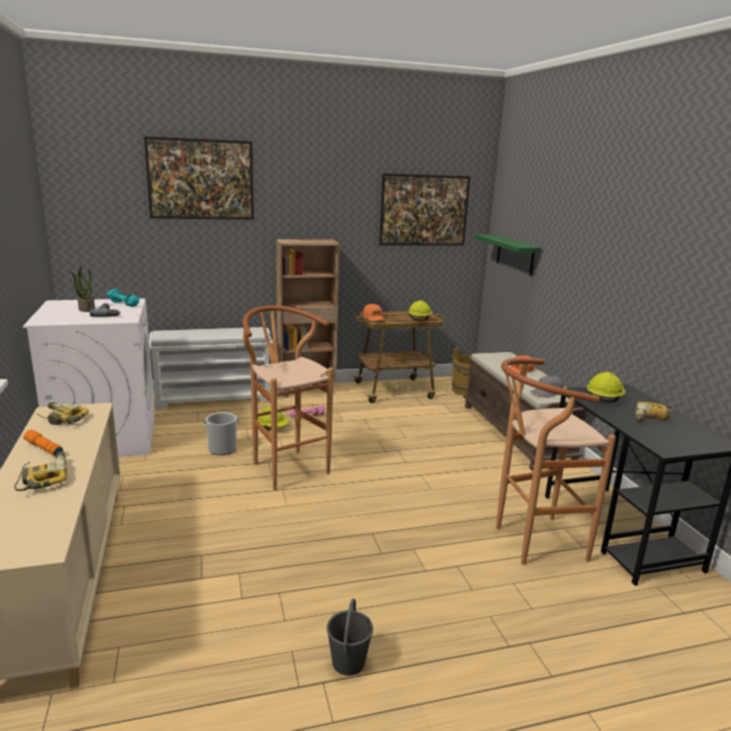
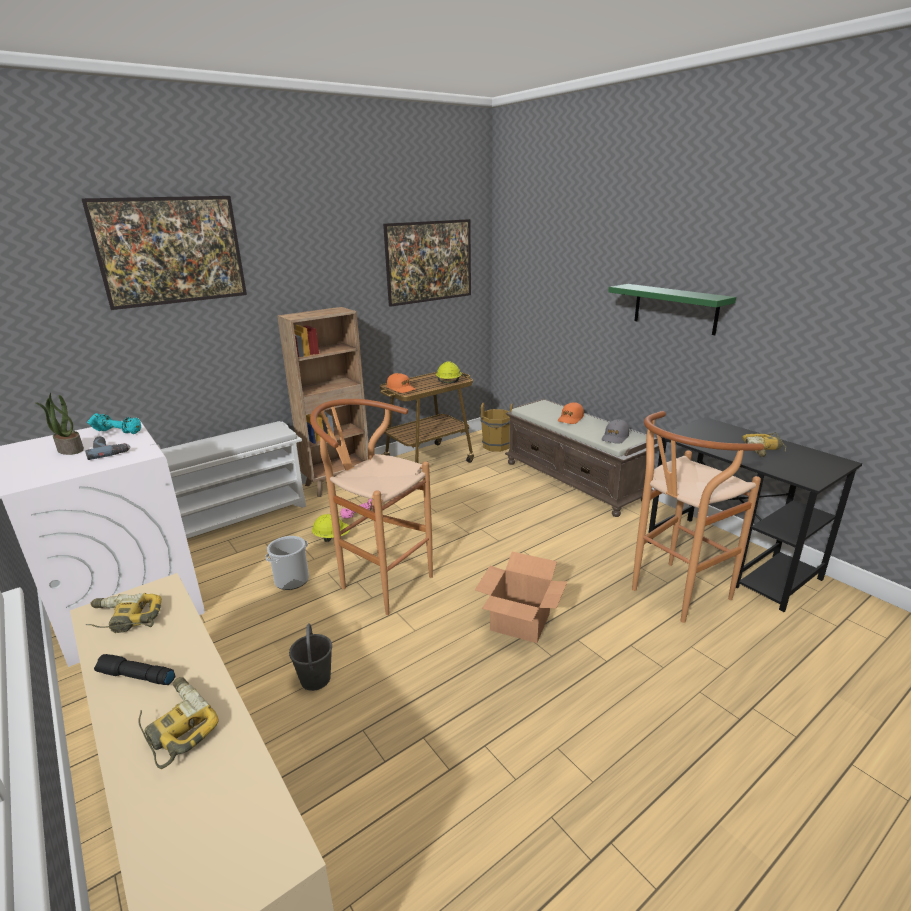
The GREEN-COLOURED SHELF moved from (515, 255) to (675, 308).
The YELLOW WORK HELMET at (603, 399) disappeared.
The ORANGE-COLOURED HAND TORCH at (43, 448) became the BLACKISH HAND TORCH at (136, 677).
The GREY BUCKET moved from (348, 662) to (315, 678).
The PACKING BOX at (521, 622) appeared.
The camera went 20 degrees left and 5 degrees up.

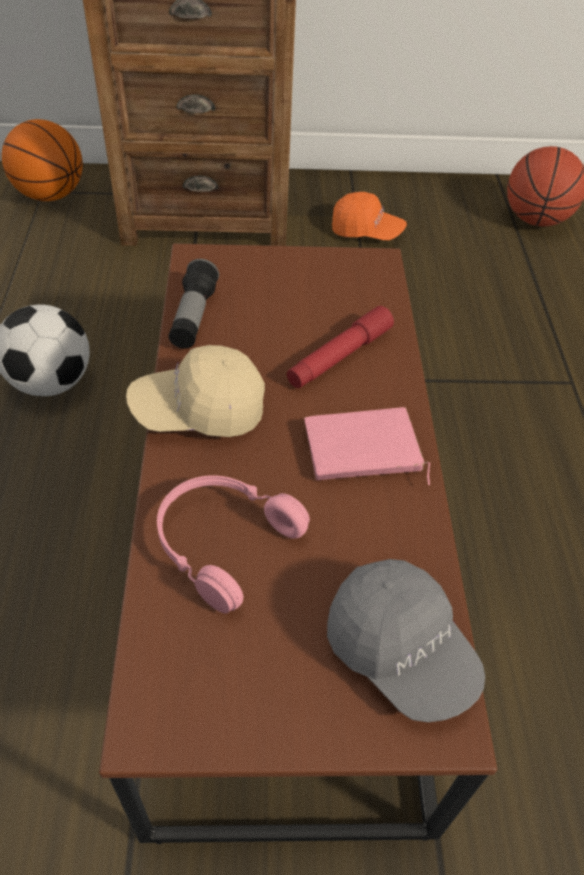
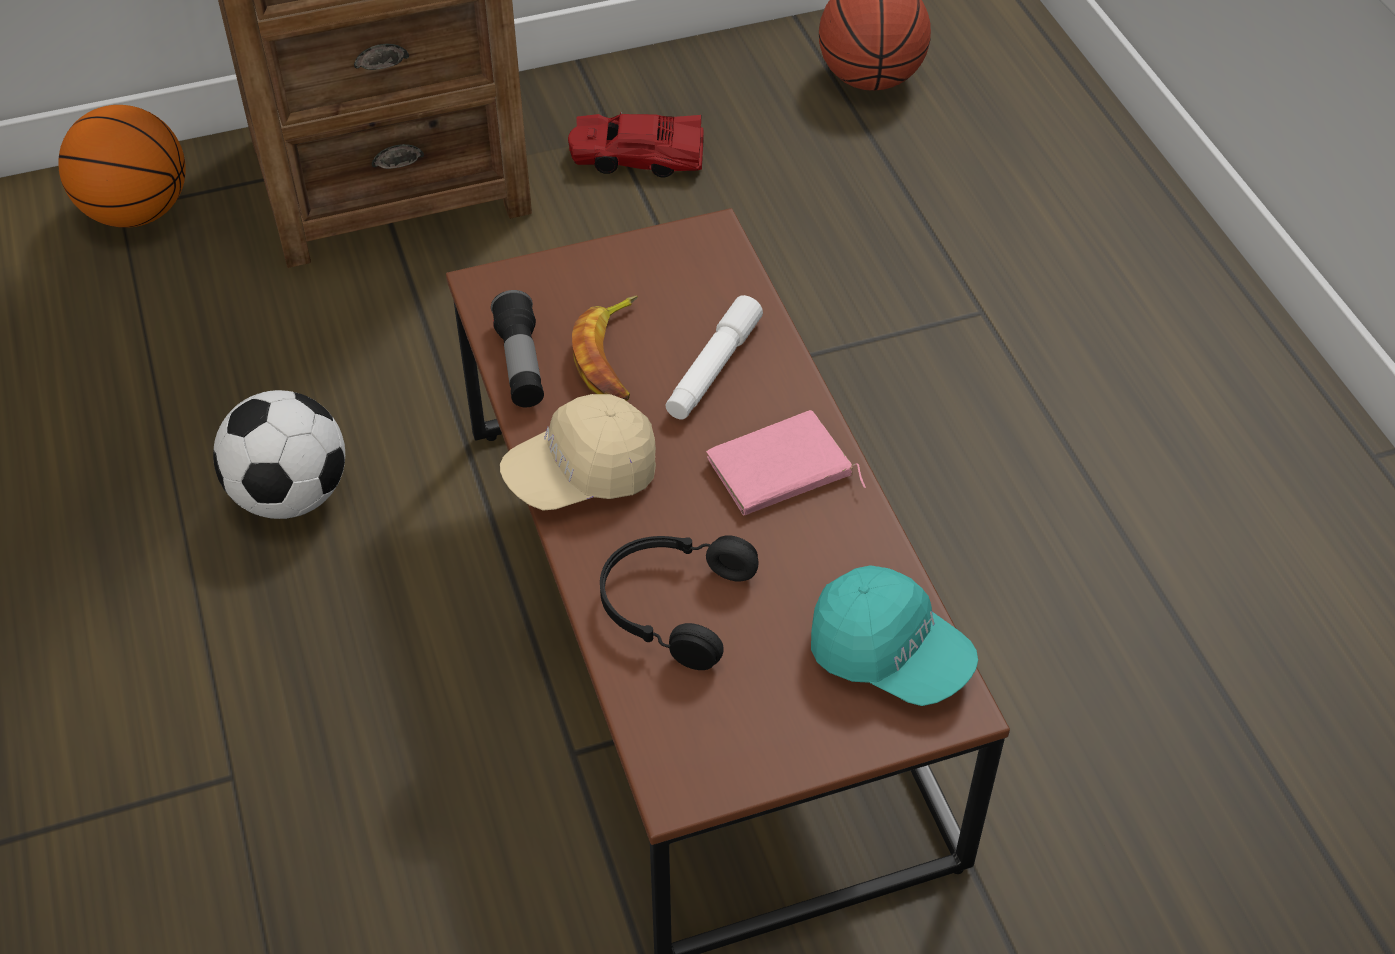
The ORANGE-COLOURED BASEBALL CAP at (366, 231) was replaced by the RED-COLOURED MINIATURE CAR at (637, 156).
The RED-COLOURED HAND TORCH at (339, 356) became the WHITISH HAND TORCH at (713, 368).
The PINKISH HEADPHONES at (222, 542) became the BLACKISH HEADPHONES at (672, 606).
The GREY BASEBALL CAP at (400, 650) became the BLUE-GREEN BASEBALL CAP at (890, 655).
The BANANA at (612, 357) appeared.
The camera went 15 degrees left and 0 degrees up.

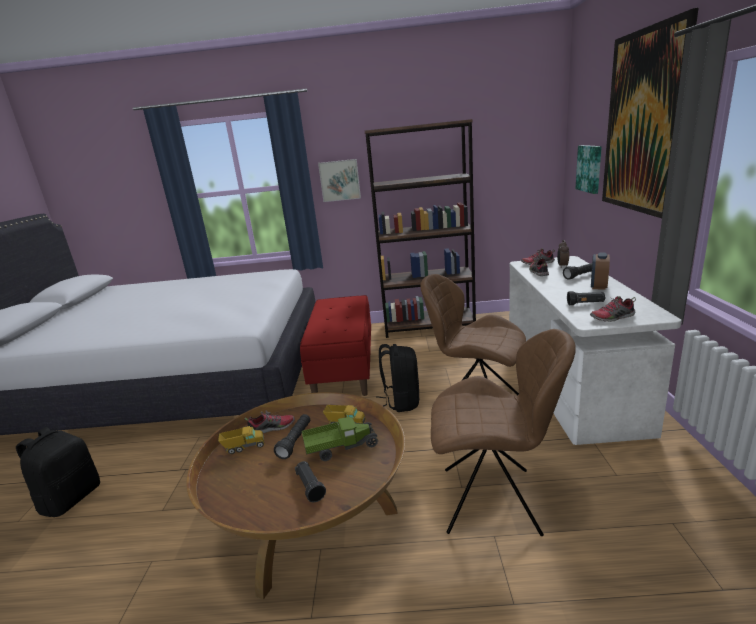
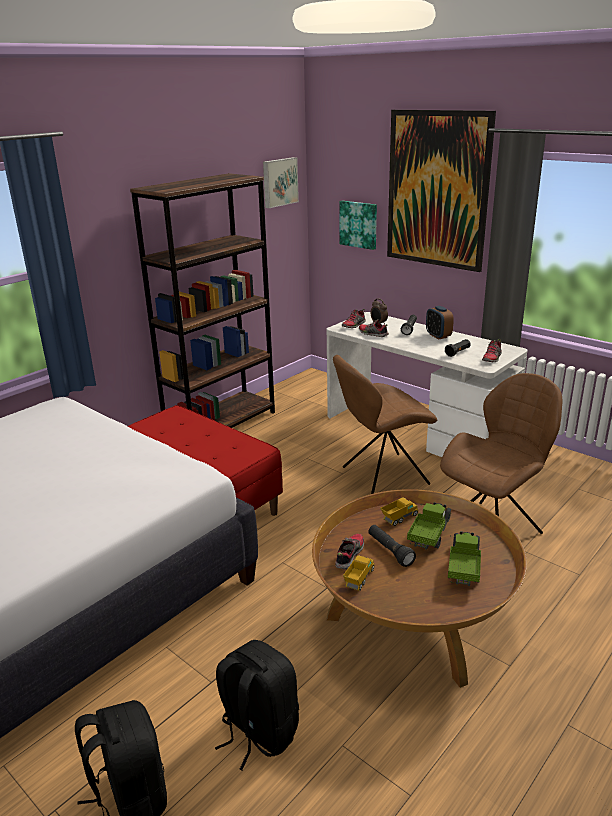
The WALL ART moved from (340, 180) to (279, 182).
The BLACKISH BACKPACK moved from (401, 401) to (258, 731).
The BLACKISH HAND TORCH at (310, 487) was replaced by the TOY TRUCK at (463, 567).
The camera went 50 degrees left and 5 degrees up.

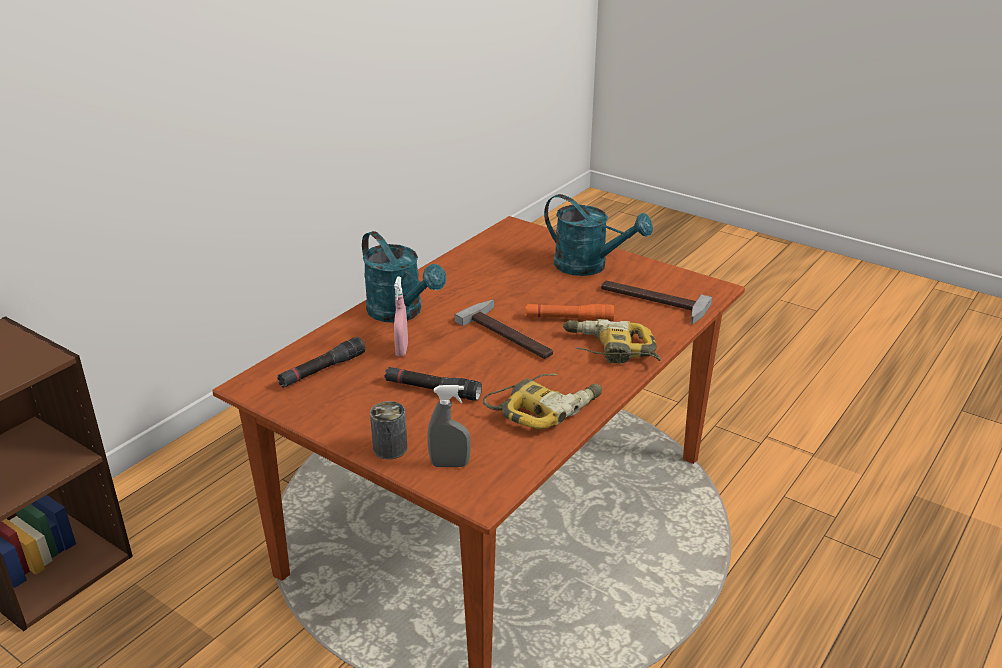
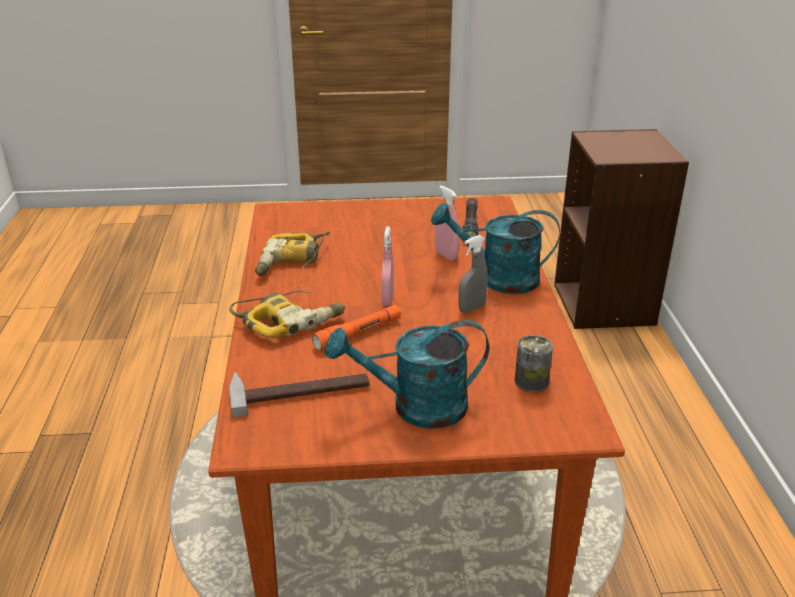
The TOOL HAMMER at (511, 334) was replaced by the PINKISH HAND SPRAYER at (387, 299).
The BLACKISH HAND TORCH at (432, 390) disappeared.
The GREY HAND SPRAYER moved from (449, 464) to (471, 308).
The SEALED CAN moved from (390, 448) to (531, 381).
The camera went 140 degrees right and 0 degrees up.

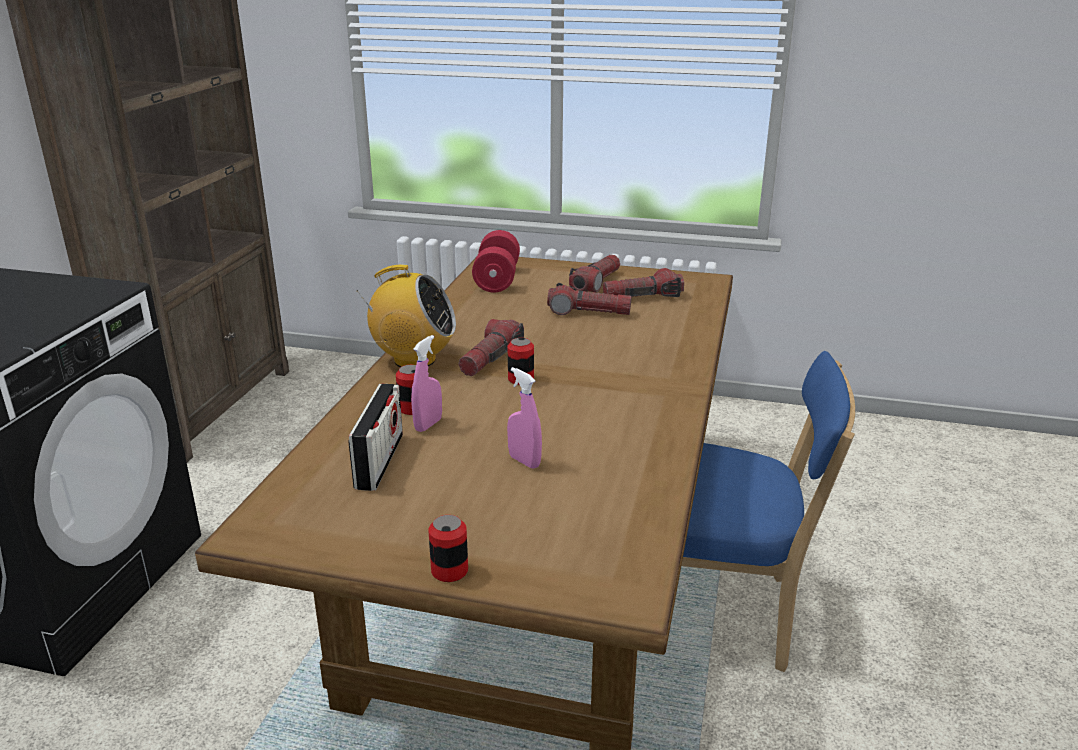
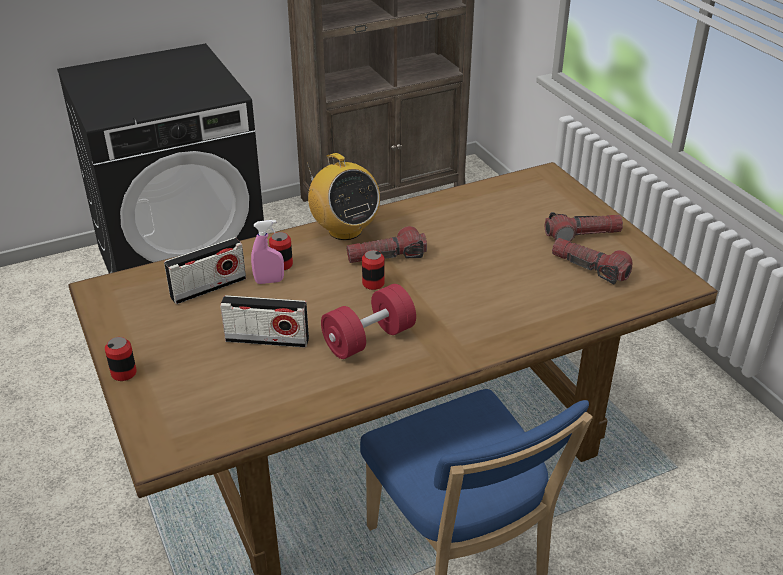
The RED-COLOURED DUMBBELL moved from (497, 279) to (369, 339).
The HAND TORCH at (589, 312) disappeared.
The PINKISH HAND SPRAYER at (524, 461) was replaced by the RADIO at (267, 339).
The camera went 50 degrees right and 10 degrees up.

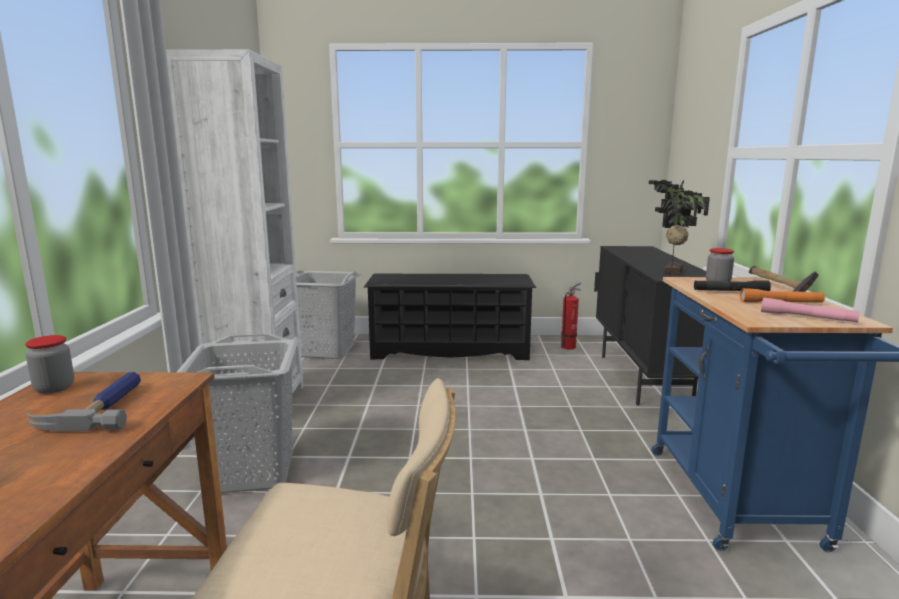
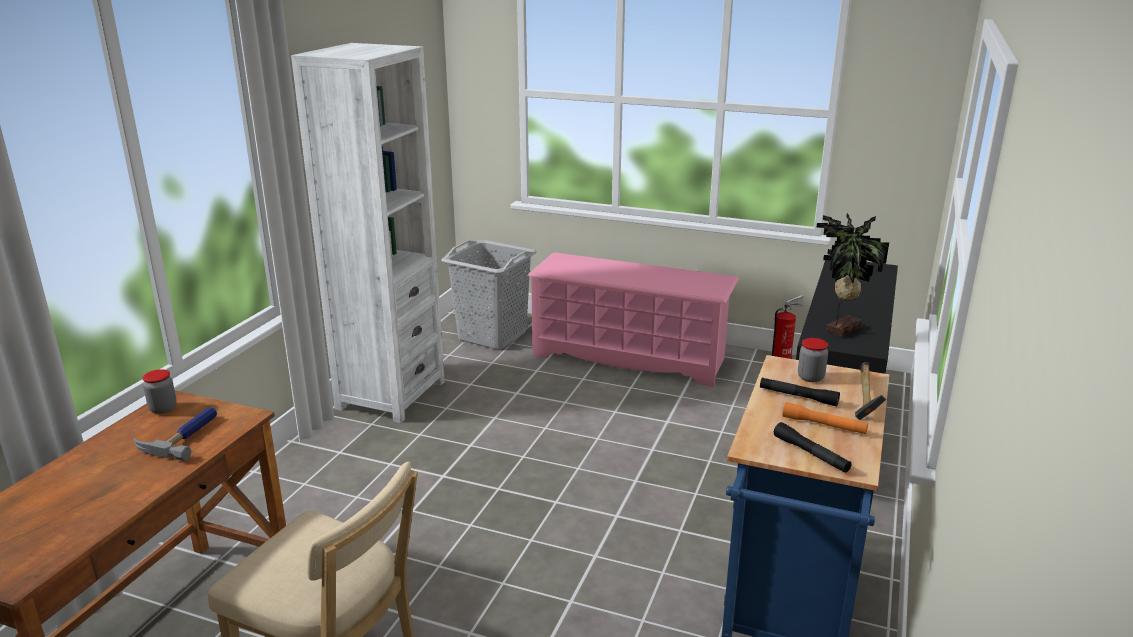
The BLACKISH SHOE SHELF at (450, 350) became the PINKISH SHOE SHELF at (630, 357).
The PINKISH HAND TORCH at (807, 317) became the BLACKISH HAND TORCH at (811, 454).
The GREY HAMPER at (252, 471) disappeared.
The camera went 20 degrees right and 10 degrees up.

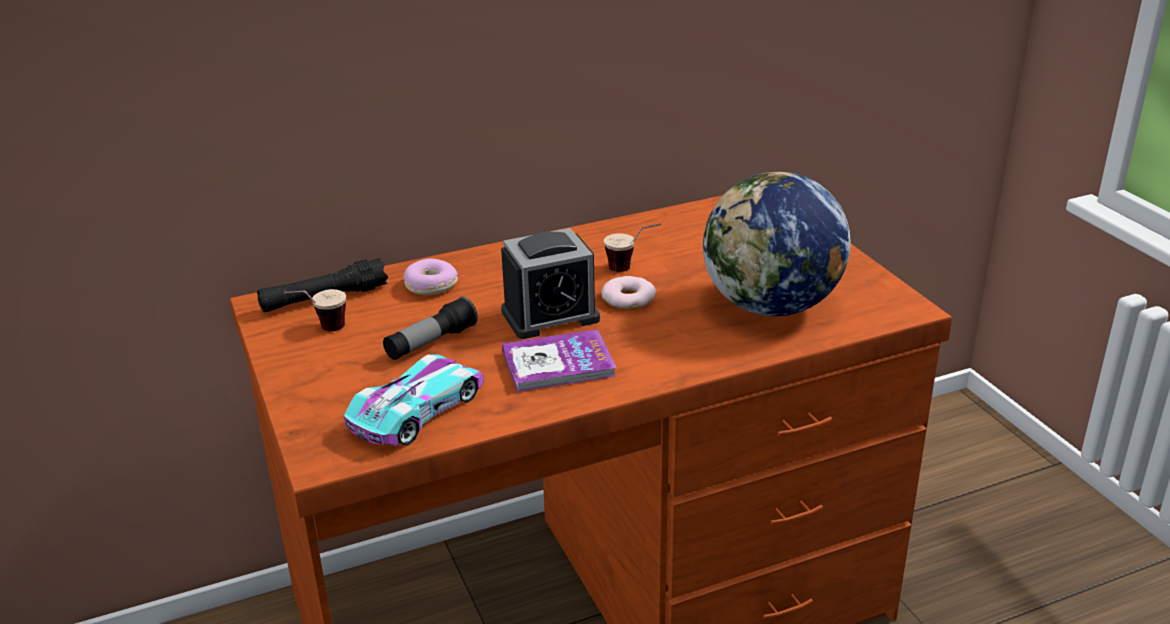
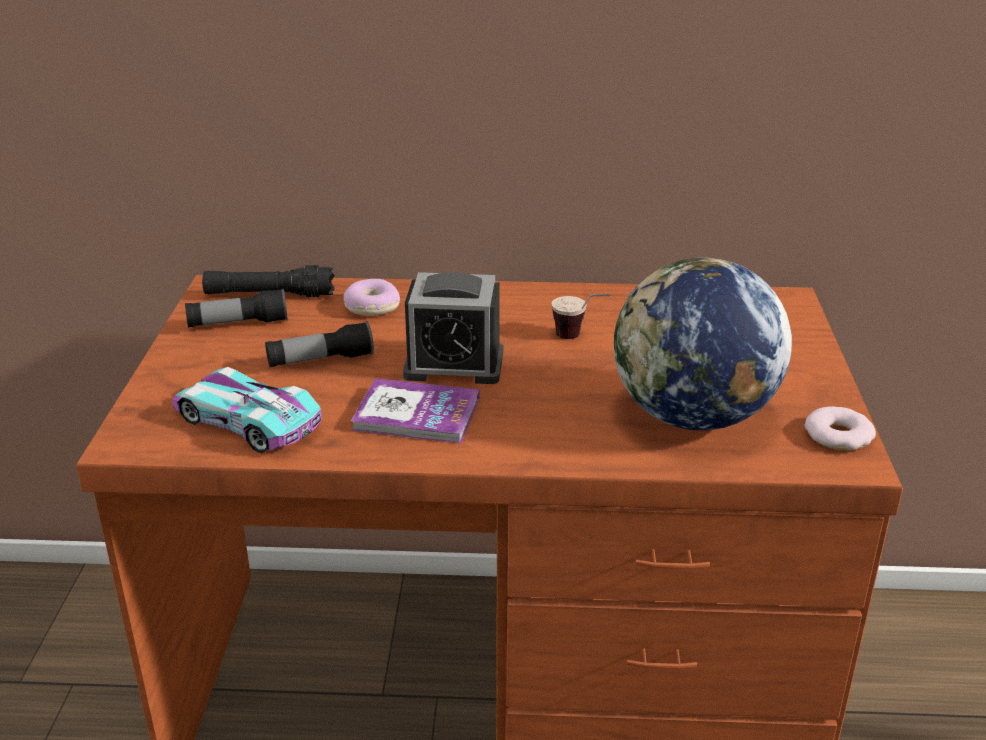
The DONUT moved from (628, 298) to (838, 435).
The DRINKING CUP at (321, 331) was replaced by the HAND TORCH at (238, 324).
The MINIATURE CAR at (417, 410) turned 120 degrees counterclockwise.
The camera went 25 degrees right and 0 degrees up.

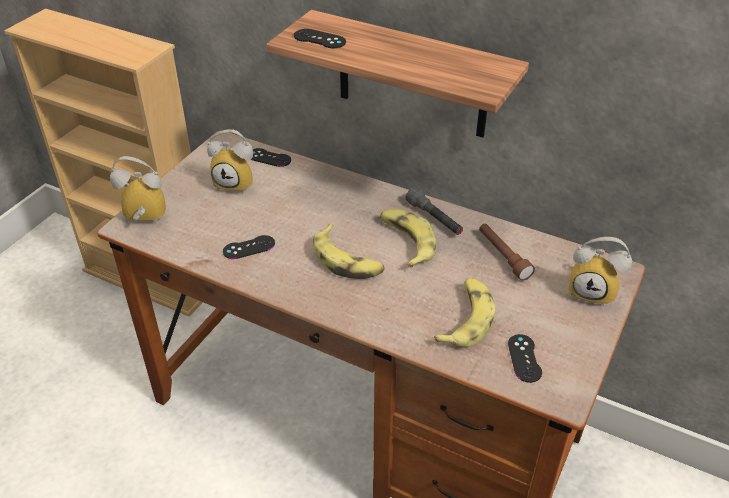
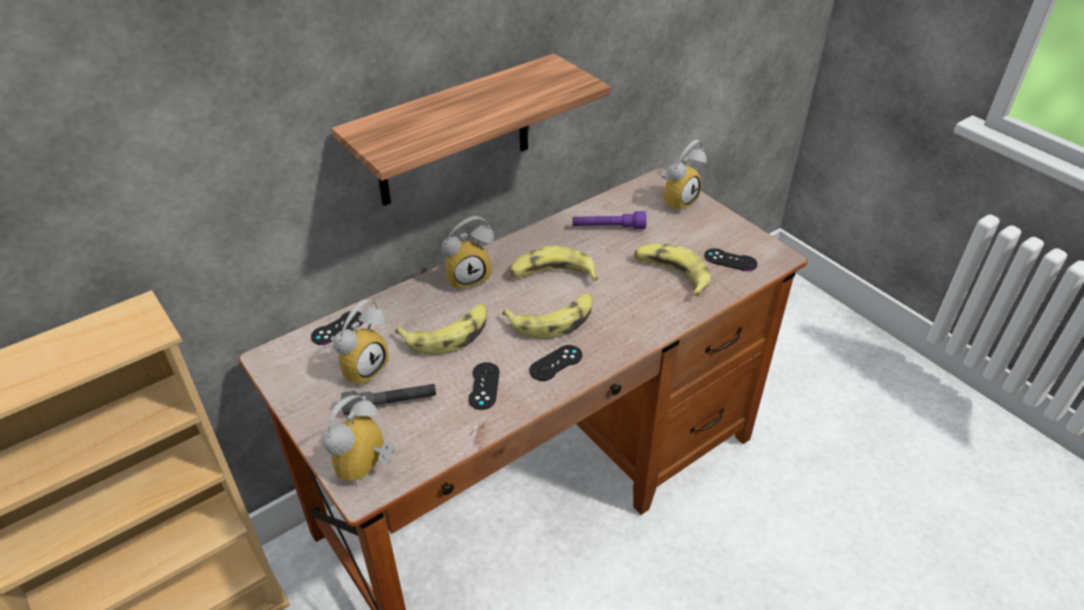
The BLACKISH GAME CONTROLLER moved from (319, 39) to (556, 363).
The GREY HAND TORCH moved from (434, 219) to (391, 404).
The BROWN HAND TORCH at (503, 256) became the PURPLE-COLOURED HAND TORCH at (608, 228).
The BEDSIDE CLOCK at (468, 277) appeared.
The BANANA at (448, 334) appeared.
The camera went 65 degrees left and 0 degrees up.

